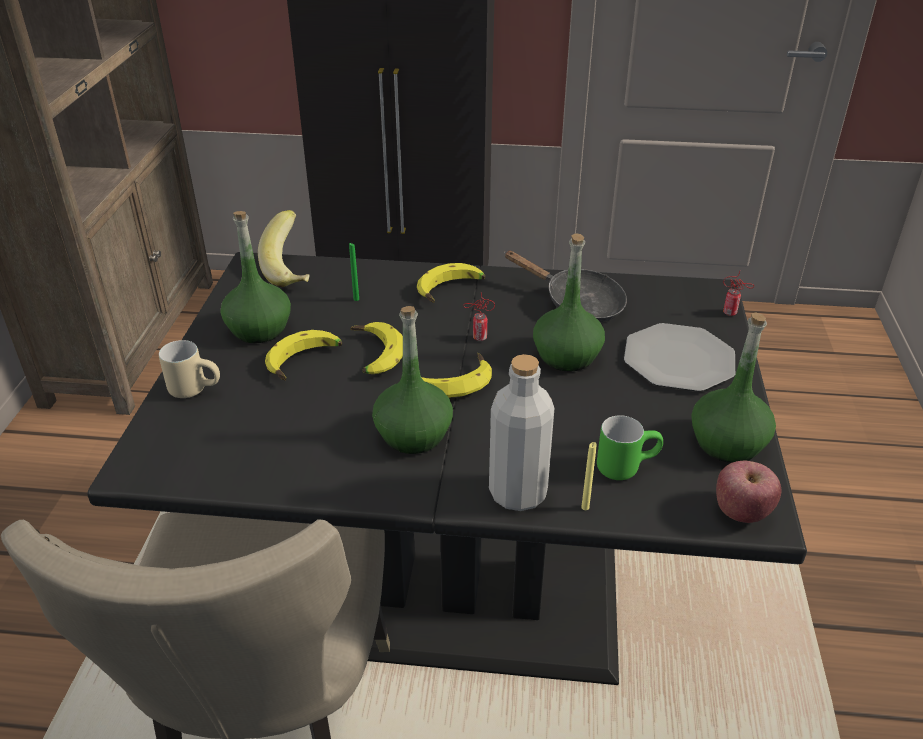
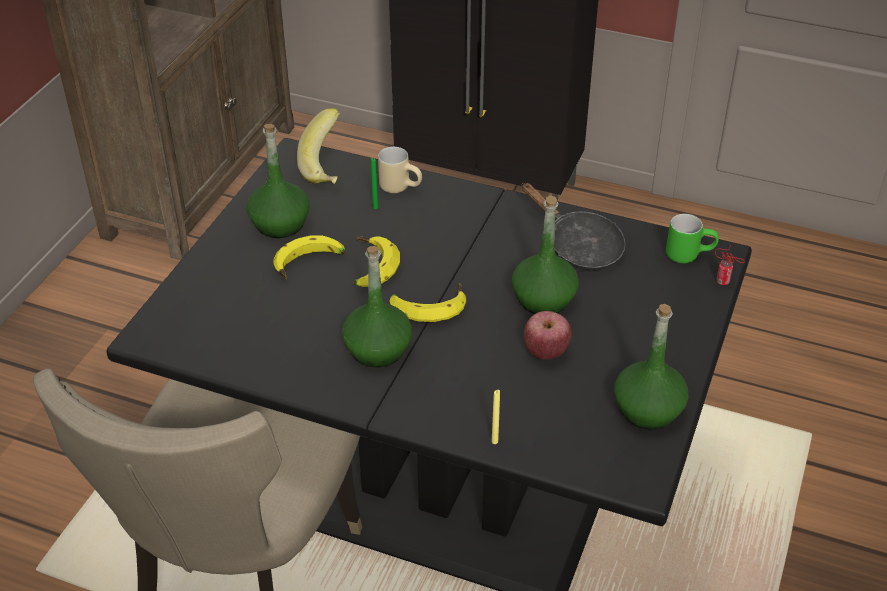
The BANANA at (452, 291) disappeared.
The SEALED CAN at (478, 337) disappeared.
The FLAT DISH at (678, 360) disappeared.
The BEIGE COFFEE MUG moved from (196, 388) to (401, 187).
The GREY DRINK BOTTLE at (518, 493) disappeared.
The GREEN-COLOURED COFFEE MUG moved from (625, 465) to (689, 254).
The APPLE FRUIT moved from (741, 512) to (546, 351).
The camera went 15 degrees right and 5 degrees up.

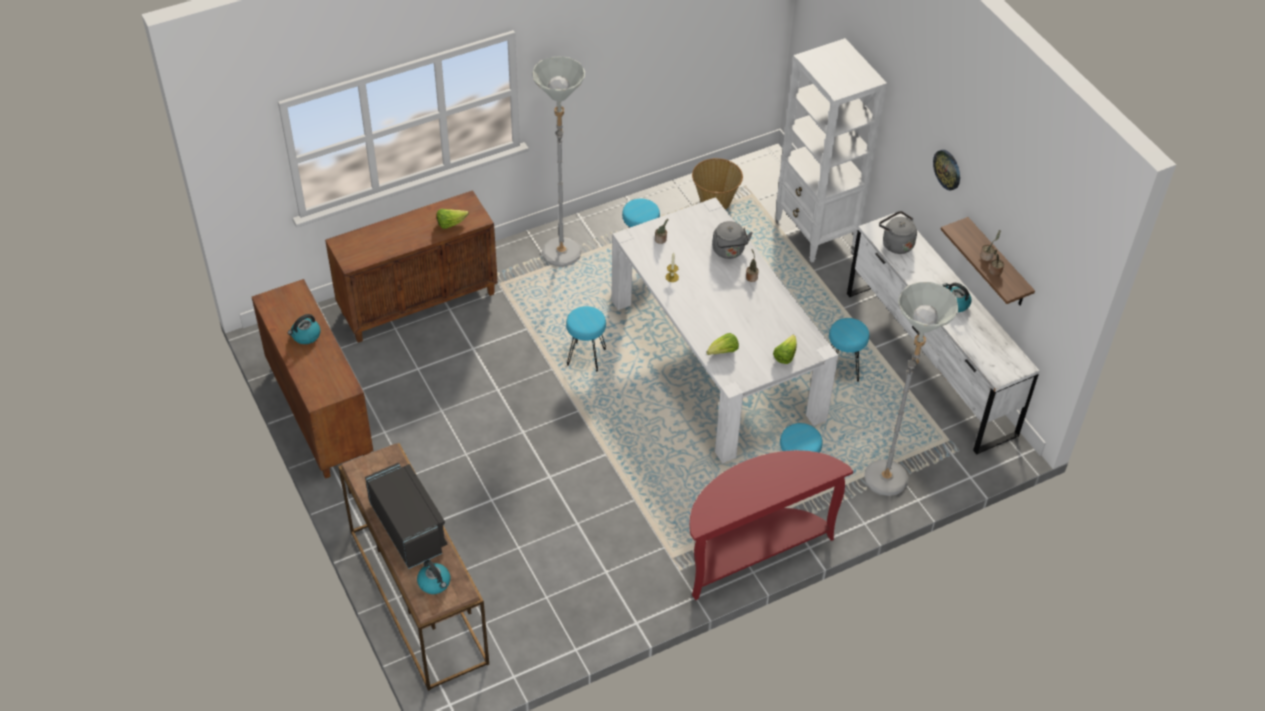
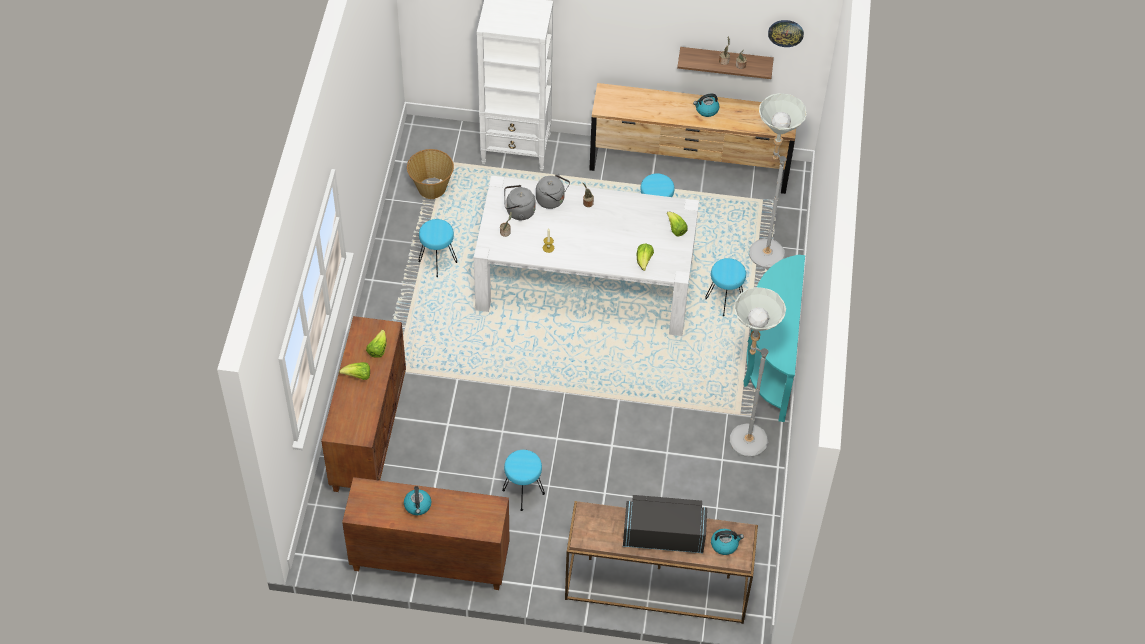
The GREY STANDARD LAMP moved from (561, 246) to (741, 436).
The CLOCK ON THE WALL moved from (947, 169) to (785, 32).
The GREY TEA KETTLE moved from (895, 244) to (518, 212).
The WHITISH DRAWER CHEST at (929, 362) became the BROWN DRAWER CHEST at (689, 166).
The BLUE-GREEN STOOL SEAT moved from (586, 357) to (523, 492).
The RED-COLOURED NARROW TABLE at (753, 551) became the BLUE-GREEN NARROW TABLE at (769, 364).
The HEAD OF LETTUCE at (358, 376) appeared.
The camera went 55 degrees left and 5 degrees up.

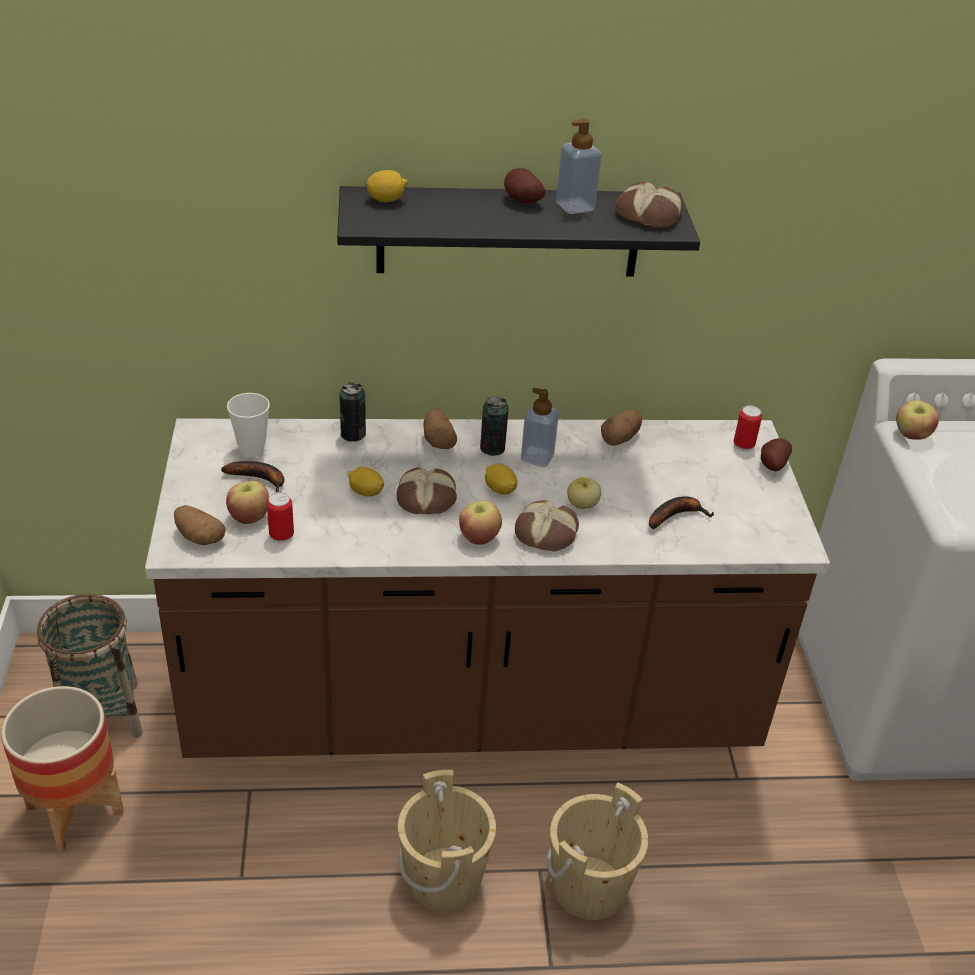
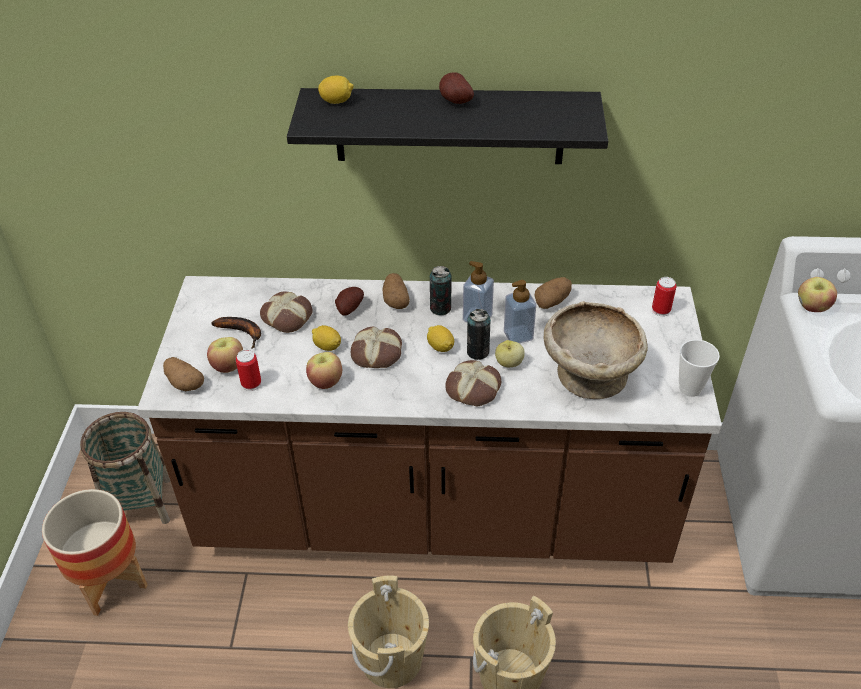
The LIQUID SOAP BOTTLE moved from (575, 206) to (518, 335).
The BAKERY BREAD moved from (649, 213) to (288, 316).
The SEALED CAN moved from (353, 434) to (478, 352).
The DRINKING CUP moved from (252, 449) to (690, 388).
The POTATO moved from (771, 465) to (348, 309).
The BANANA at (676, 515) was replaced by the BEIGE BOWL at (589, 375).
The APPLE FRUIT moved from (479, 537) to (325, 381).
The camera went 10 degrees right and 5 degrees up.

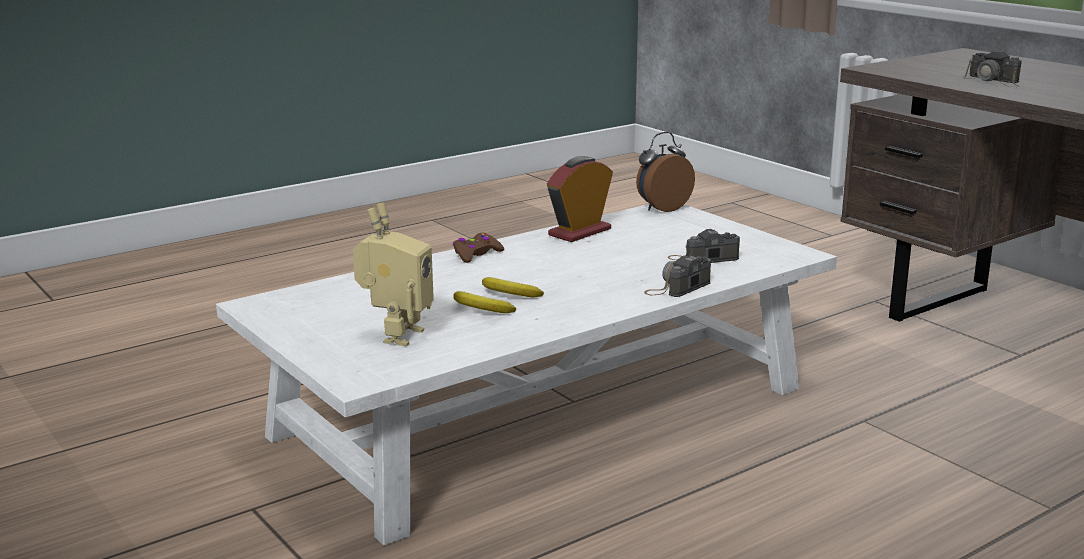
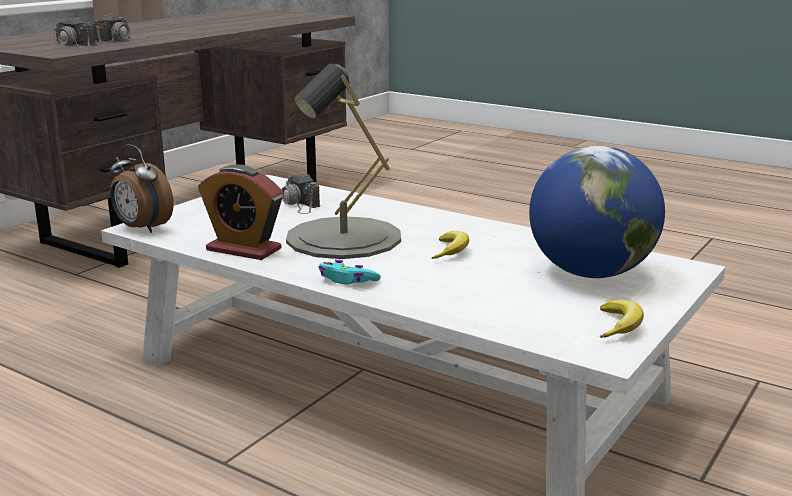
The MODEL ROBOT at (396, 335) was replaced by the GLOBE at (591, 273).
The BROWN GAME CONTROLLER at (476, 254) became the BLUE-GREEN GAME CONTROLLER at (347, 280).
The PHOTO CAMERA moved from (678, 287) to (74, 44).
The BANANA moved from (480, 310) to (619, 326).
The GREY LAMP FOR A TABLE at (344, 238) appeared.
The camera went 110 degrees left and 0 degrees up.

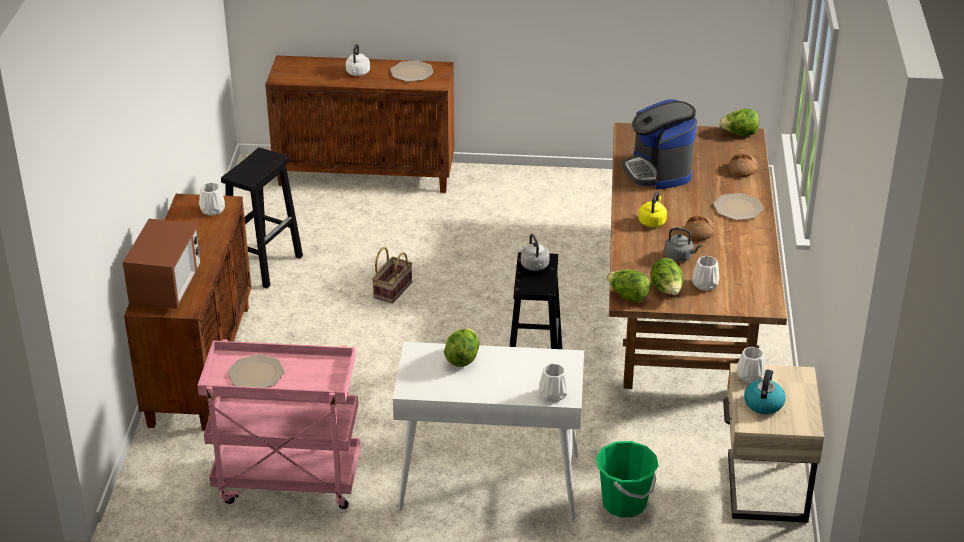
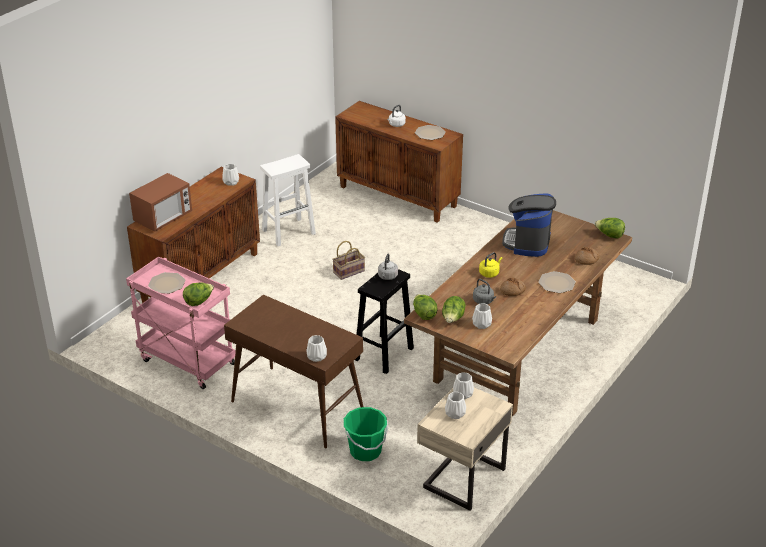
The BLACKISH STOOL SEAT at (265, 264) became the WHITISH STOOL SEAT at (289, 232).
The HEAD OF LETTUCE moved from (462, 358) to (198, 301).
The WHITISH NARROW TABLE at (488, 483) became the BROWN NARROW TABLE at (296, 407).
The TEA KETTLE at (763, 403) was replaced by the WHITISH DECORATIVE VASE at (454, 413).
The camera went 30 degrees right and 0 degrees up.

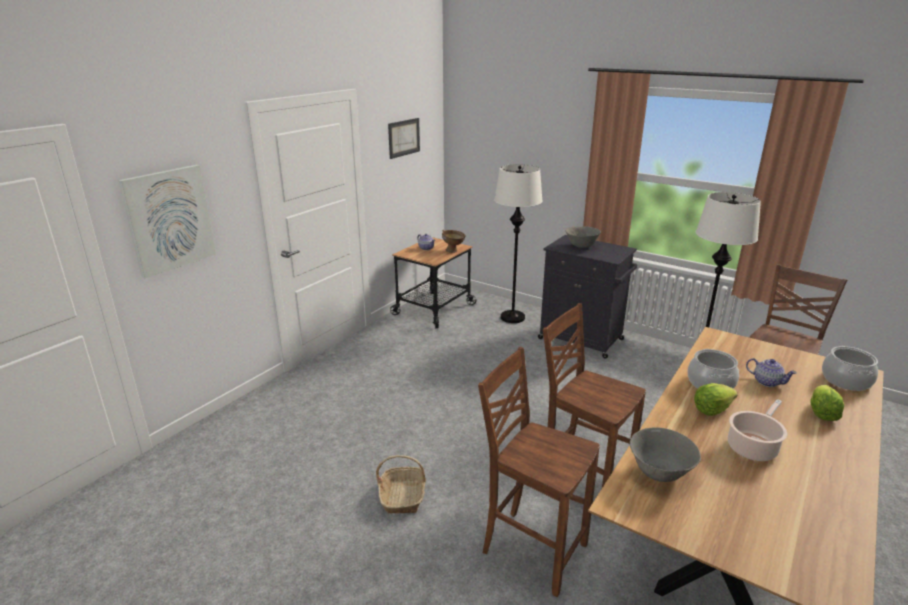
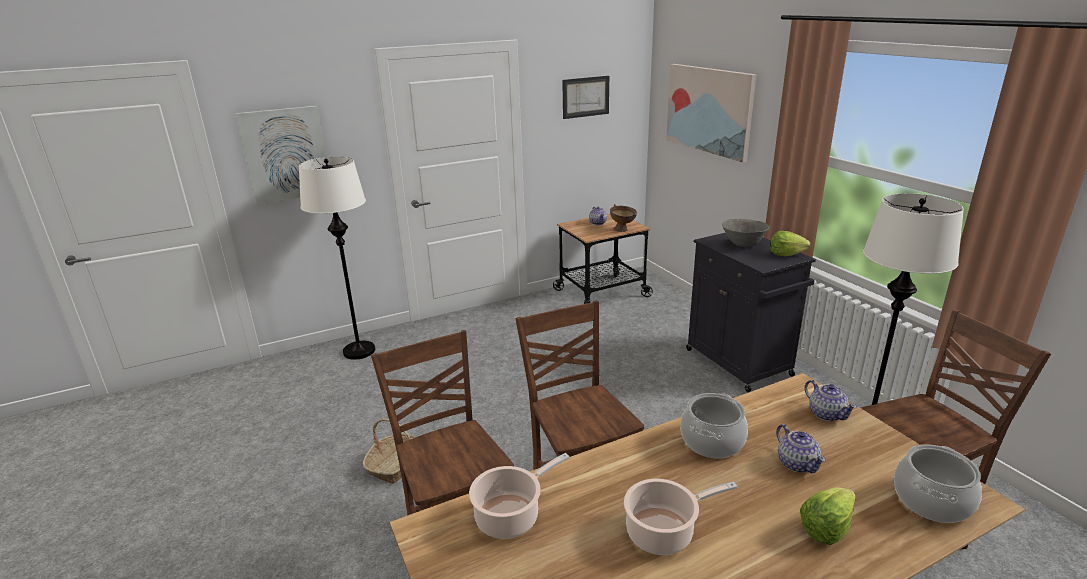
The WHITISH STANDARD LAMP moved from (512, 317) to (359, 351).
The HEAD OF LETTUCE moved from (712, 409) to (786, 254).
The GREY BOWL at (660, 473) was replaced by the STOCKPOT at (511, 516).
The WALL ART at (709, 110) appeared.
The POT FOR TEA at (826, 413) appeared.
The camera went 30 degrees right and 0 degrees up.

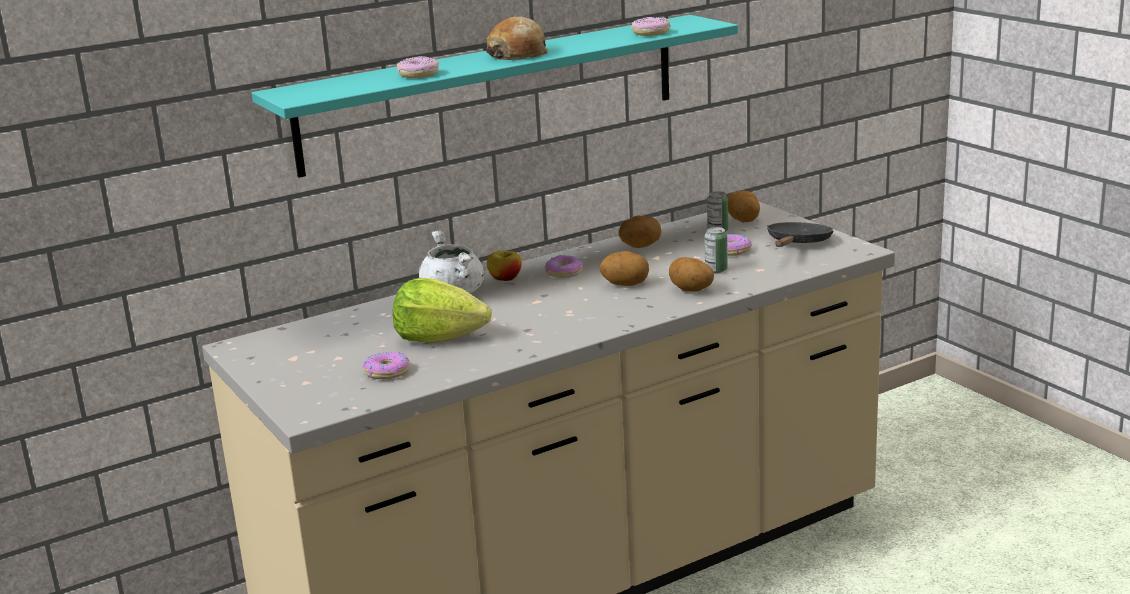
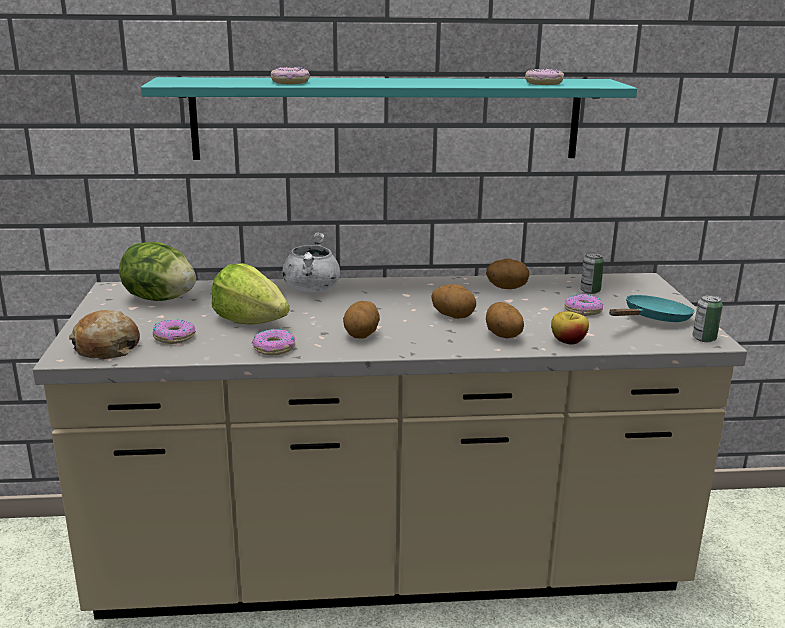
The BAKERY BREAD moved from (518, 54) to (106, 348).
The POTATO moved from (743, 220) to (361, 335).
The BLACKISH SKILLET at (797, 244) became the BLUE-GREEN SKILLET at (653, 319).
The SEALED CAN moved from (716, 270) to (704, 338).
The APPLE FRUIT moved from (505, 279) to (568, 341).
The DONUT moved from (564, 272) to (274, 348).
The HEAD OF LETTUCE at (160, 299) appeared.
The camera went 25 degrees right and 0 degrees up.

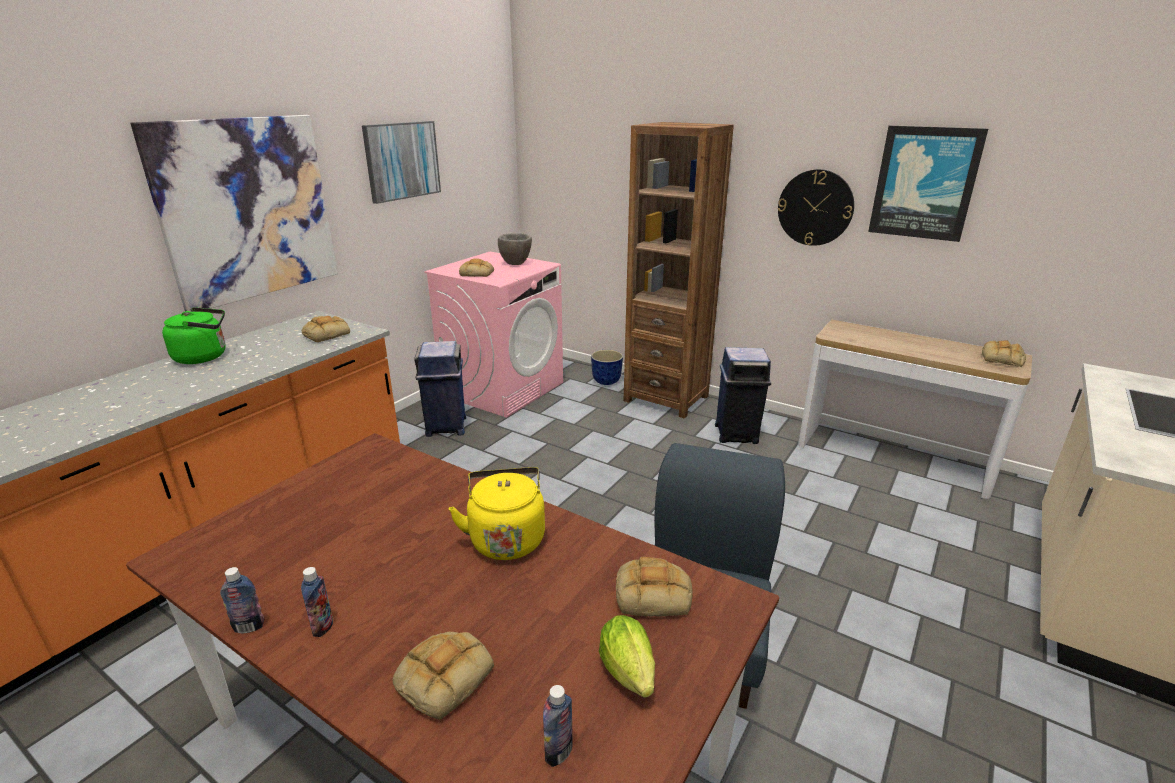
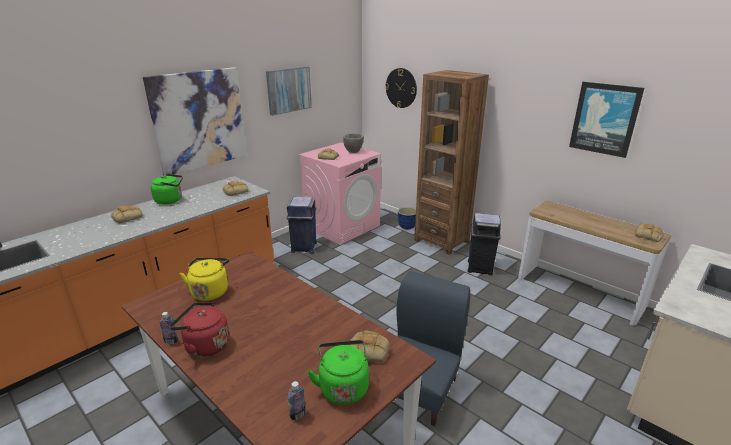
The CLOCK ON THE WALL moved from (815, 207) to (401, 88).
The YELLOW TEA KETTLE moved from (506, 538) to (210, 291).
The DRINK BOTTLE at (323, 627) was replaced by the RED-COLOURED TEA KETTLE at (204, 345).
The HEAD OF LETTUCE at (630, 676) was replaced by the GREEN-COLOURED TEA KETTLE at (343, 387).
The BAKERY BREAD moved from (444, 676) to (127, 217).
The camera went 10 degrees right and 0 degrees up.

